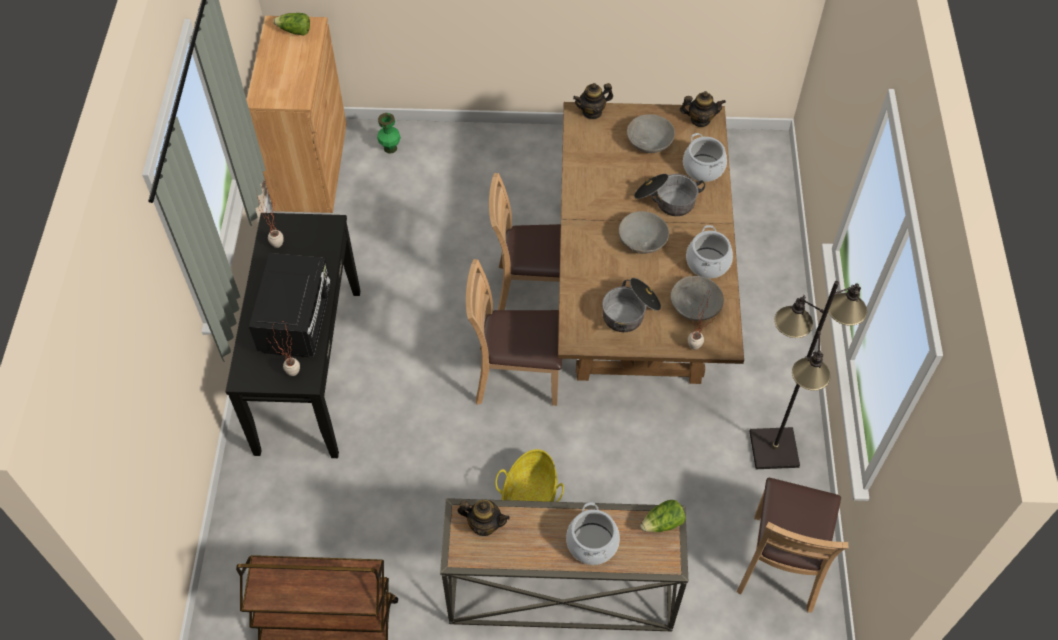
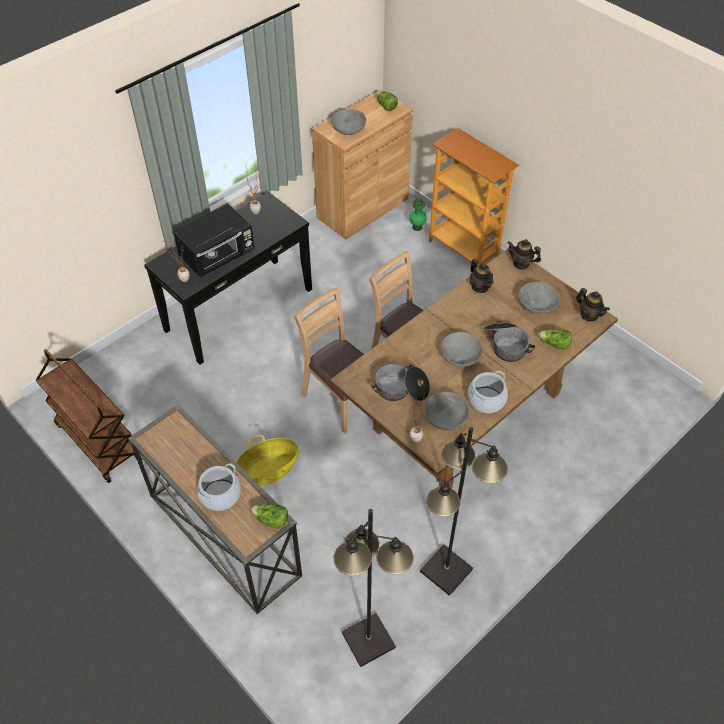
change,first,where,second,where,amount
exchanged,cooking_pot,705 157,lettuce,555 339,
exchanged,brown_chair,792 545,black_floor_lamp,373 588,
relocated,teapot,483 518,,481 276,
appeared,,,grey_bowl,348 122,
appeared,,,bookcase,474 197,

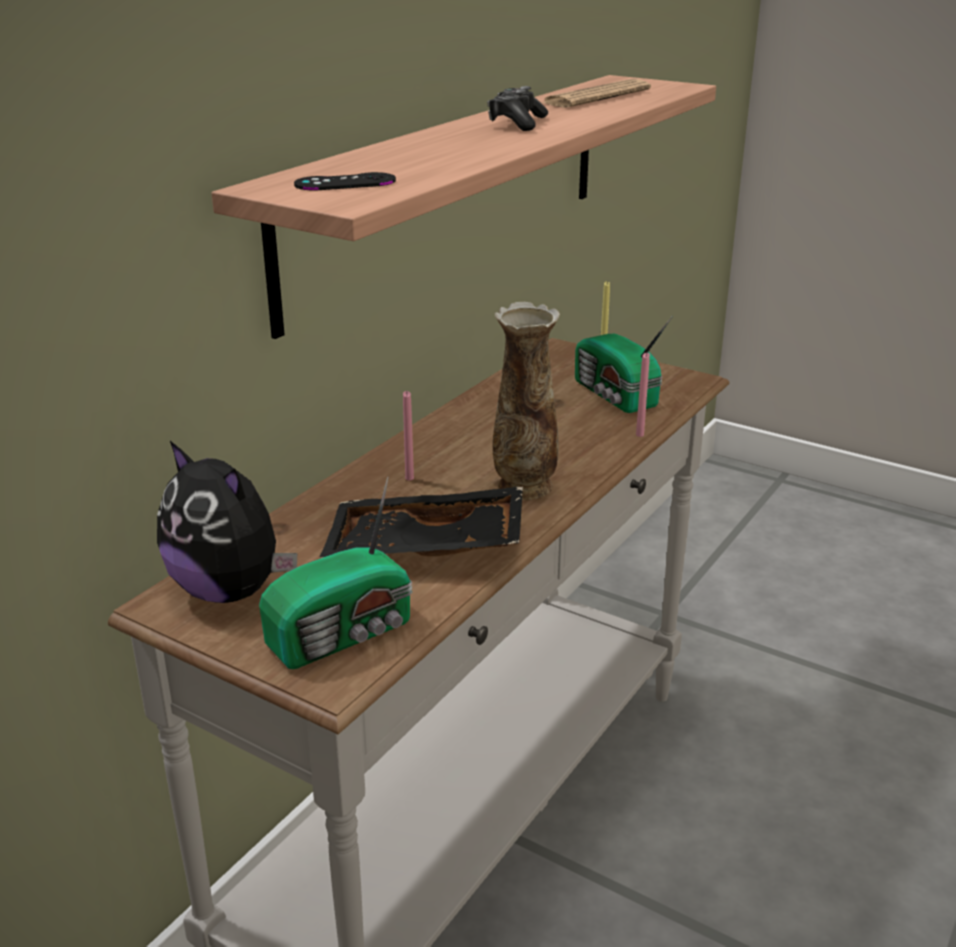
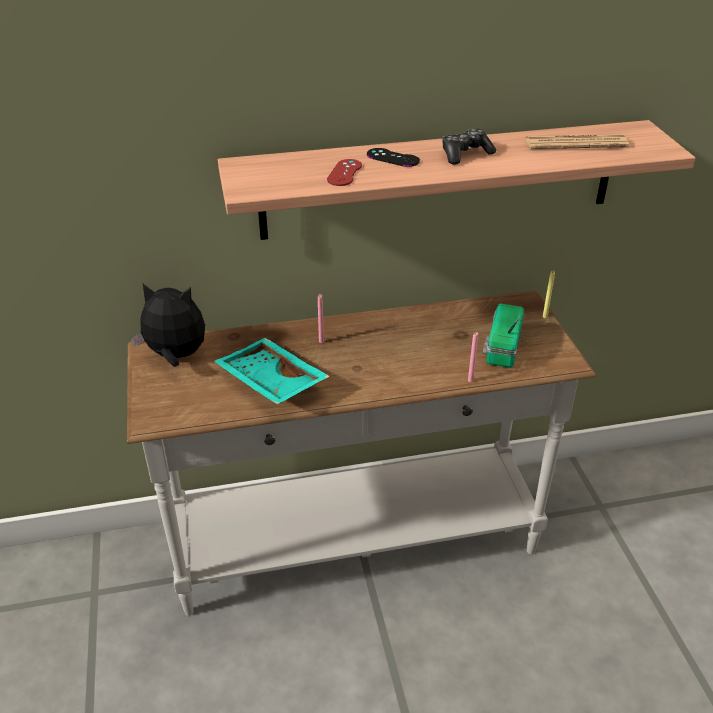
change,first,where,second,where,amount
relocated,black_game_controller,345 181,,393 157,
missing,vase,526 401,,,
spun,plush_toy,227 522,,167 325,105 degrees clockwise
missing,radio,335 572,,,
colour,black_tray,421 522,turquoise_tray,272 371,
appeared,,,red_game_controller,344 172,

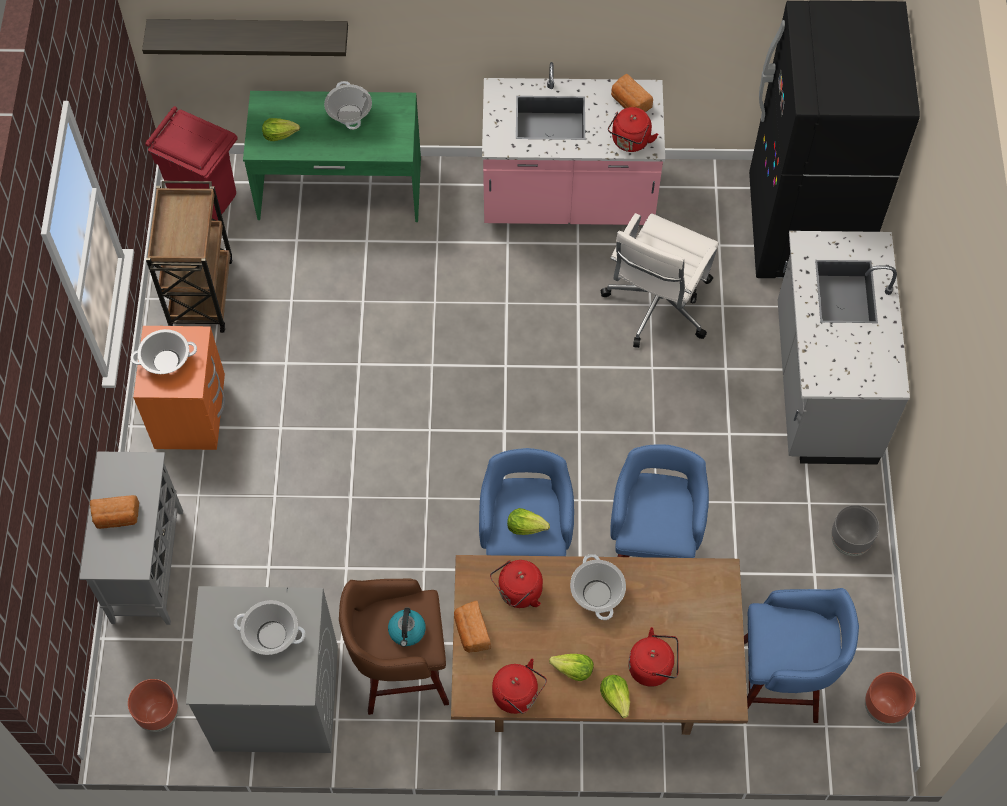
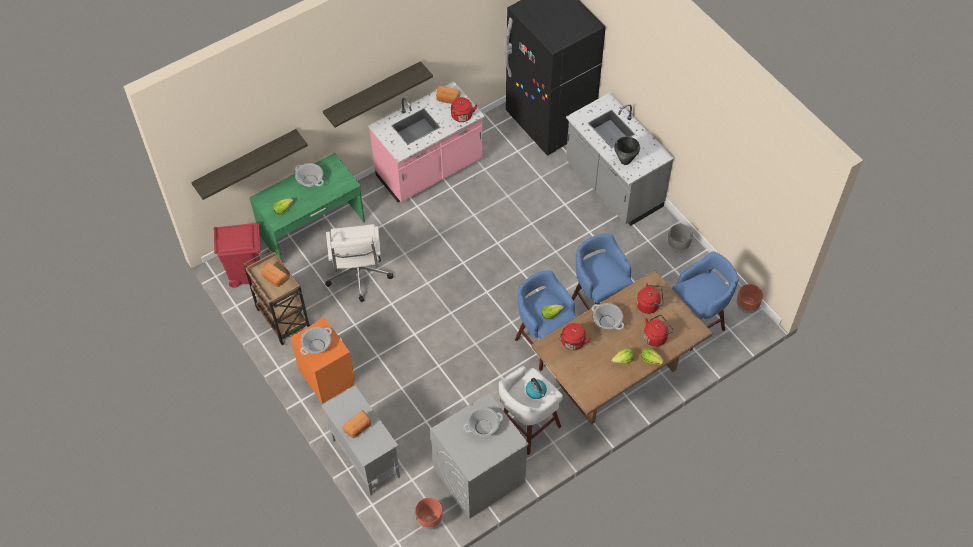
change,first,where,second,where,amount
relocated,white_office_chair,659 280,,359 263,
colour,brown_stool,394 646,white_stool,531 410,
relocated,bread,472 626,,274 274,
relocated,red_kettle,519 686,,650 298,
appeared,,,shelf,378 94,
appeared,,,black_cooking_pot,627 150,

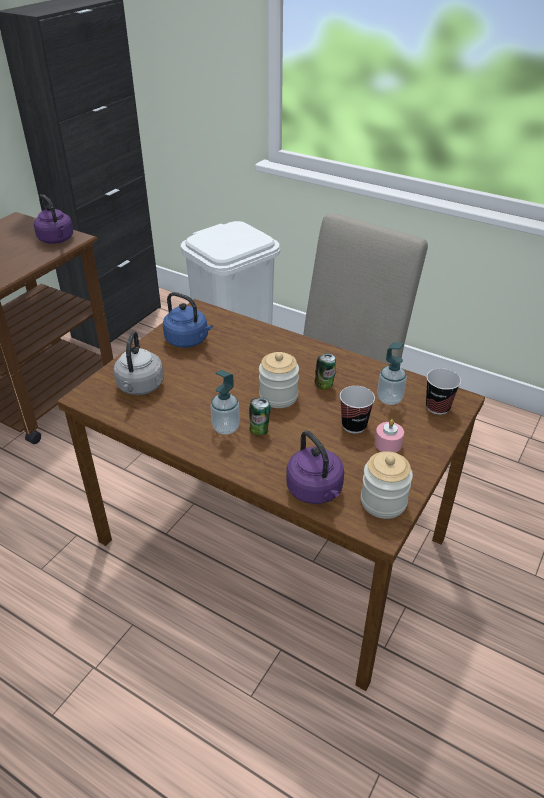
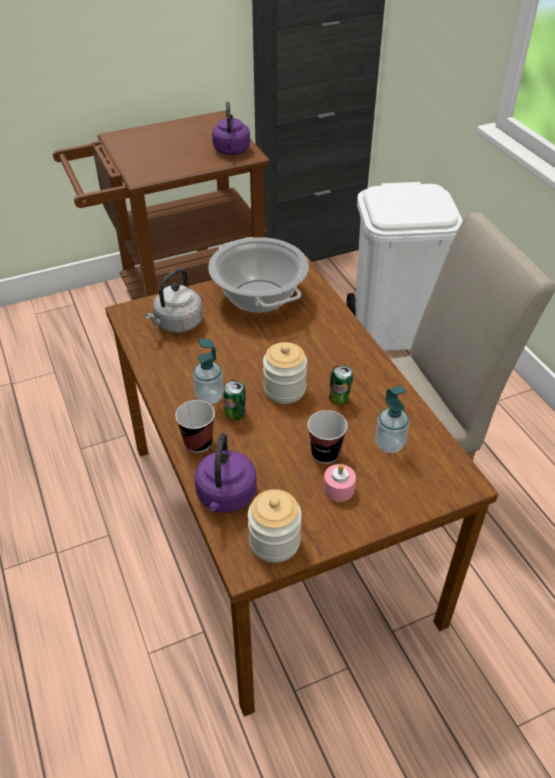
change,first,where,second,where,amount
exchanged,blue_kettle,187 320,cooking_pot,258 275,
relocated,cup,443 391,,195 426,

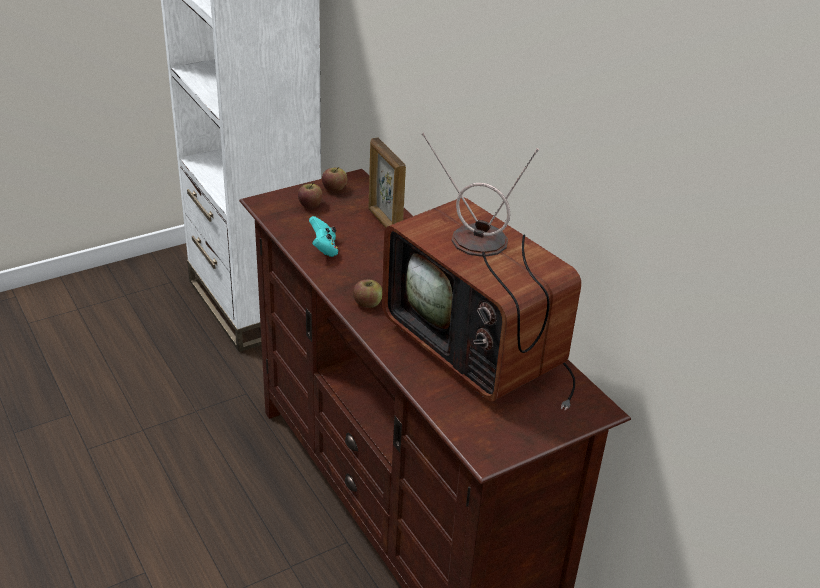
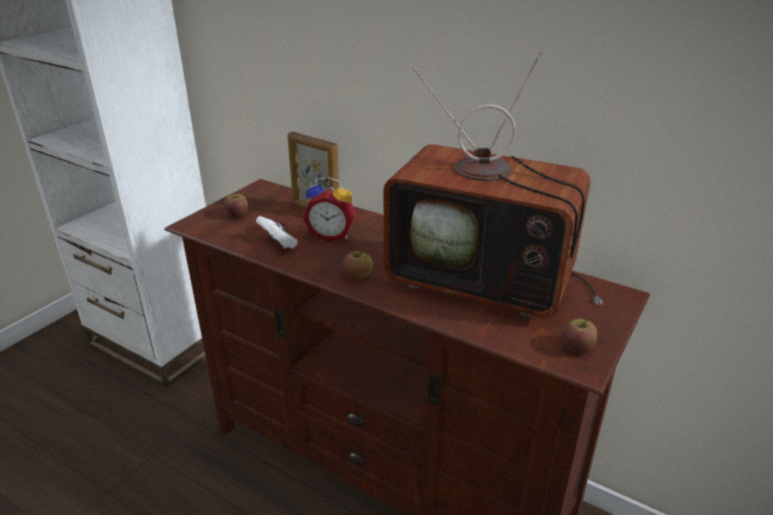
change,first,where,second,where,amount
relocated,apple,334 179,,580 336,
colour,turquoise_game_controller,323 236,white_game_controller,277 232,
appeared,,,alarm_clock,329 209,

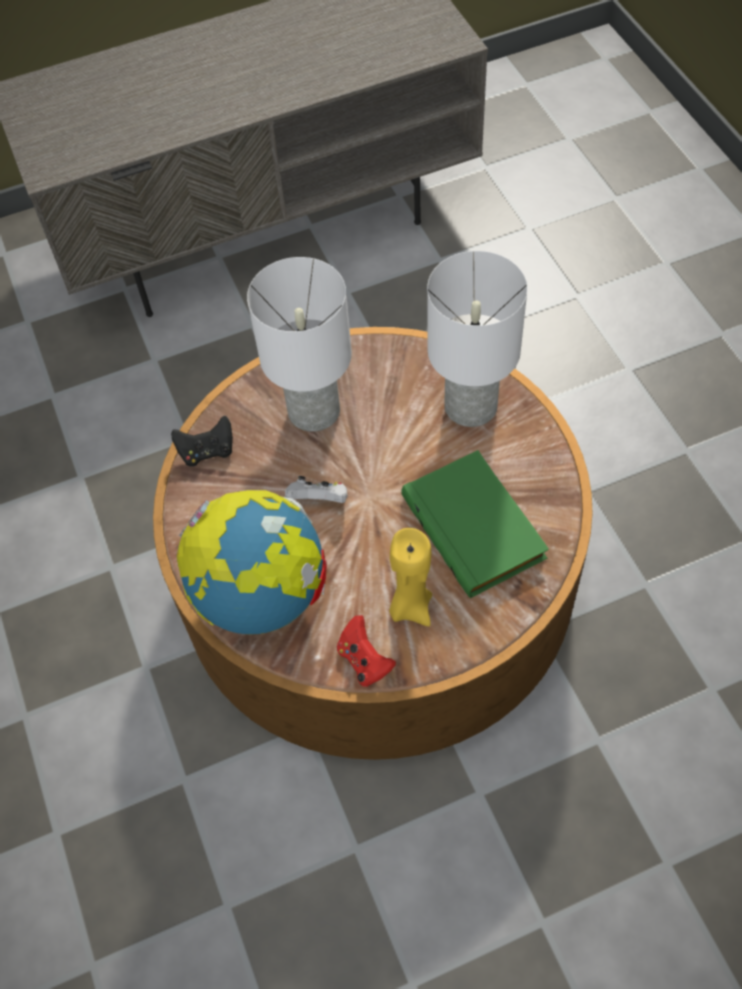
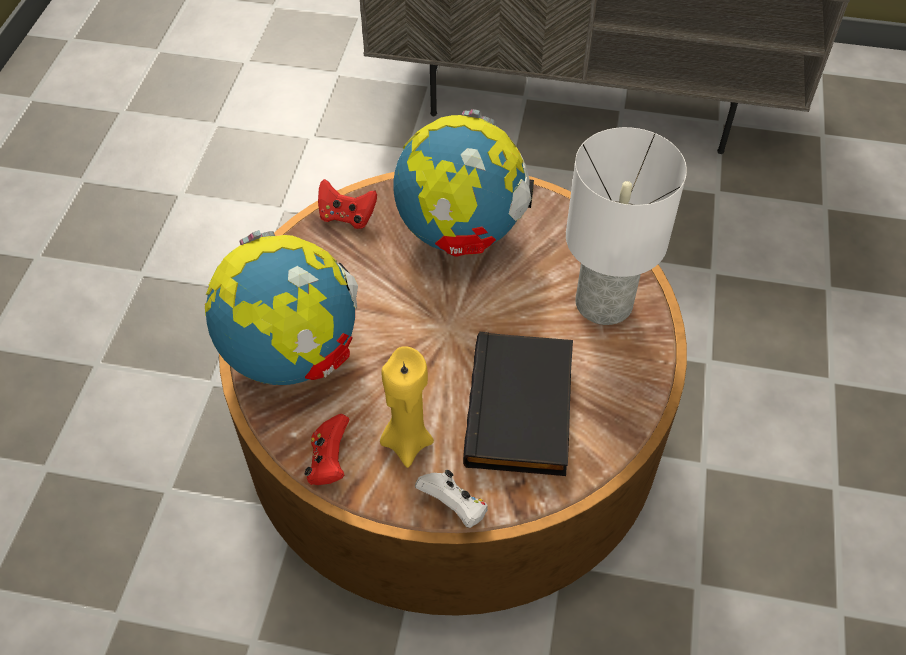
change,first,where,second,where,amount
exchanged,white_table_lamp,299 344,globe,463 183,
colour,black_game_controller,202 441,red_game_controller,347 204,
colour,green_book,475 524,black_book,518 404,
relocated,white_game_controller,316 489,,451 499,

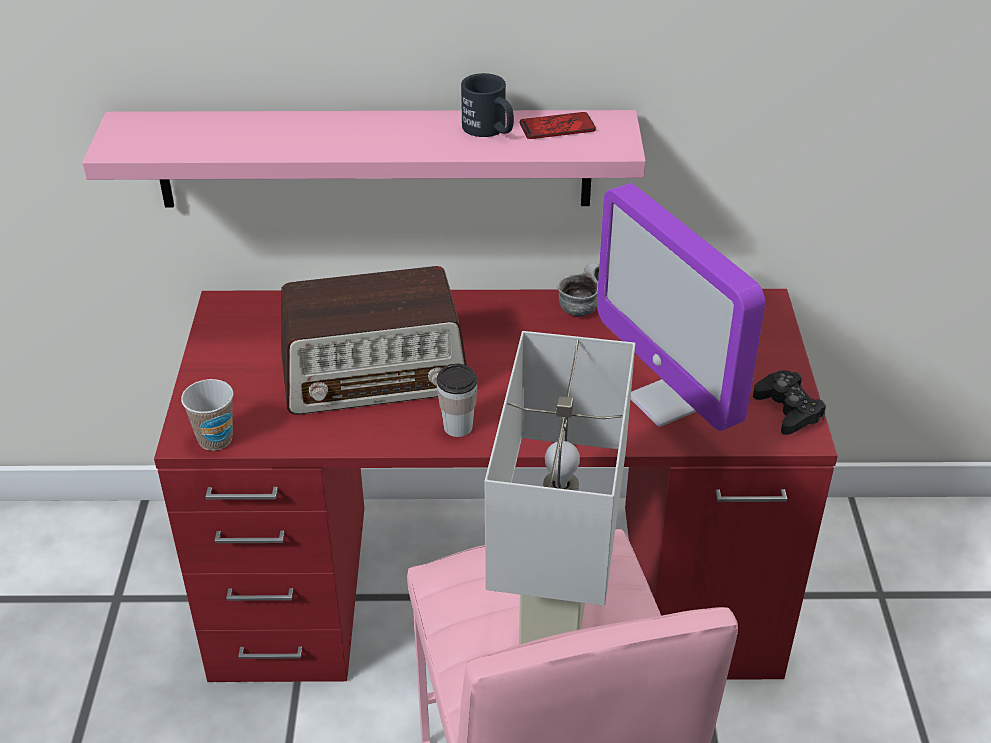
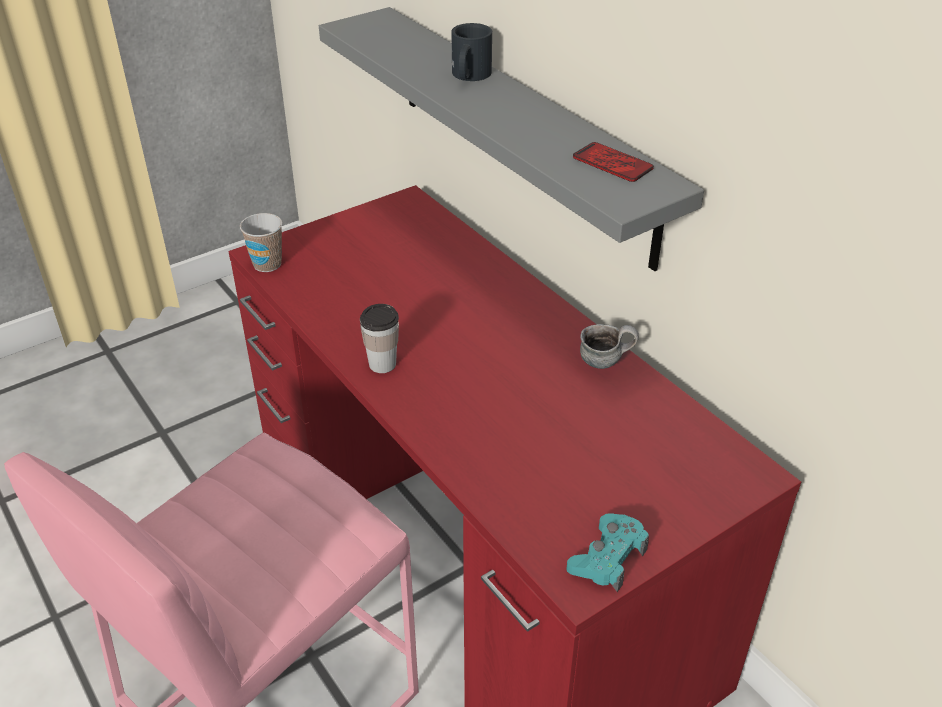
change,first,where,second,where,amount
relocated,black_mug,487 105,,471 52,
colour,pink_shelf,364 159,grey_shelf,511 139,
missing,monitor,681 307,,,
missing,radio,374 340,,,
missing,white_table_lamp,560 487,,,
colour,black_game_controller,789 402,turquoise_game_controller,607 552,

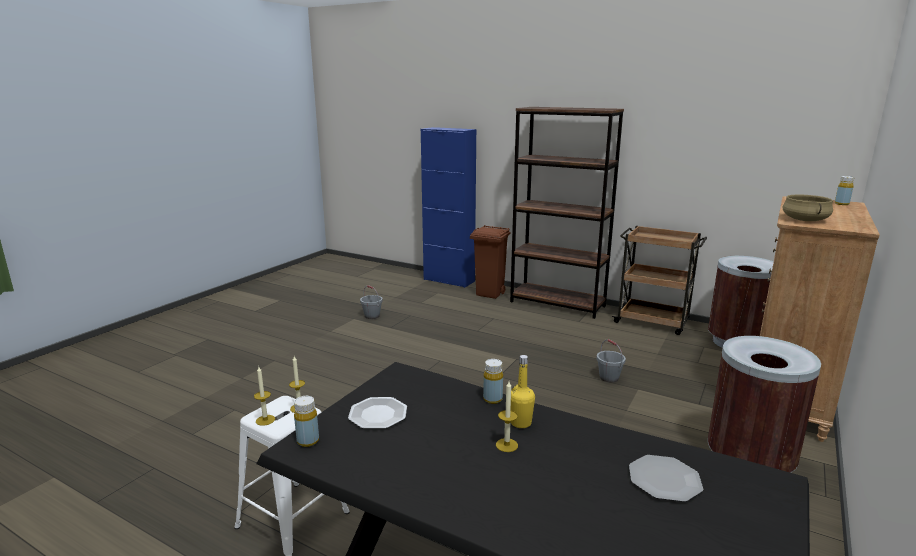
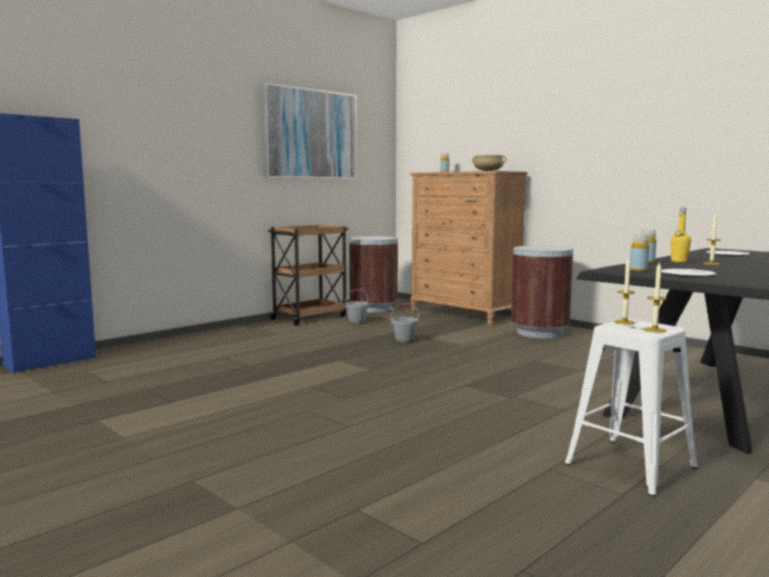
change,first,where,second,where,amount
missing,brown_bookcase,567 213,,,
missing,brown_trash_can,490 262,,,
relocated,grey_bucket,371 302,,357 306,
relocated,yellow_bottle,306 421,,639 253,
appeared,,,picture,309 130,

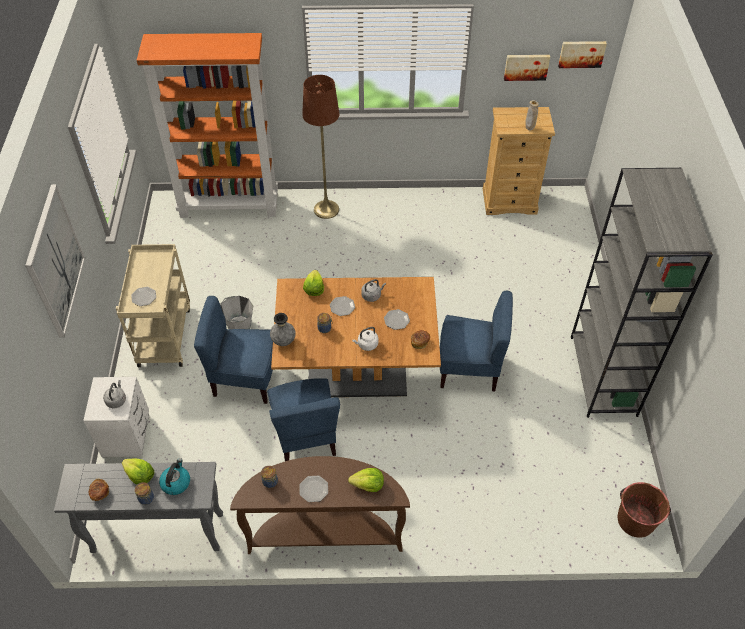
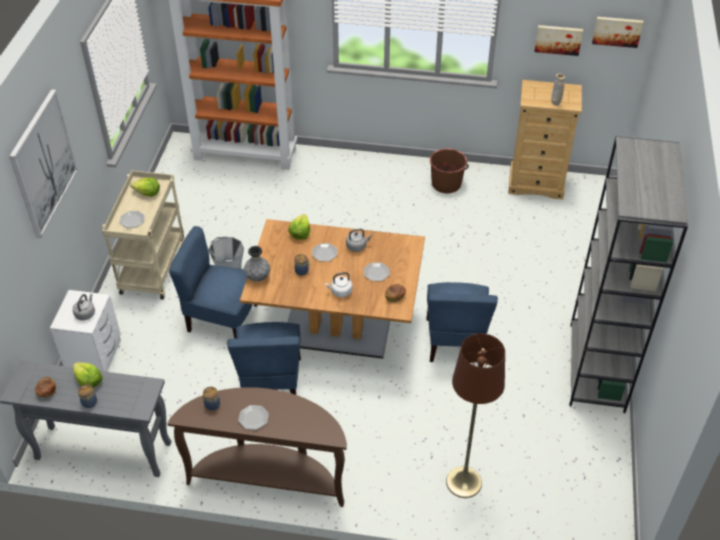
change,first,where,second,where,amount
relocated,brown_floor_lamp,321 147,,475 415,
spun,blue_chair,476 341,,462 322,75 degrees clockwise
missing,kettle,174 476,,,
relocated,lettuce,366 480,,145 187,
relocated,brown_bucket,644 510,,449 171,

